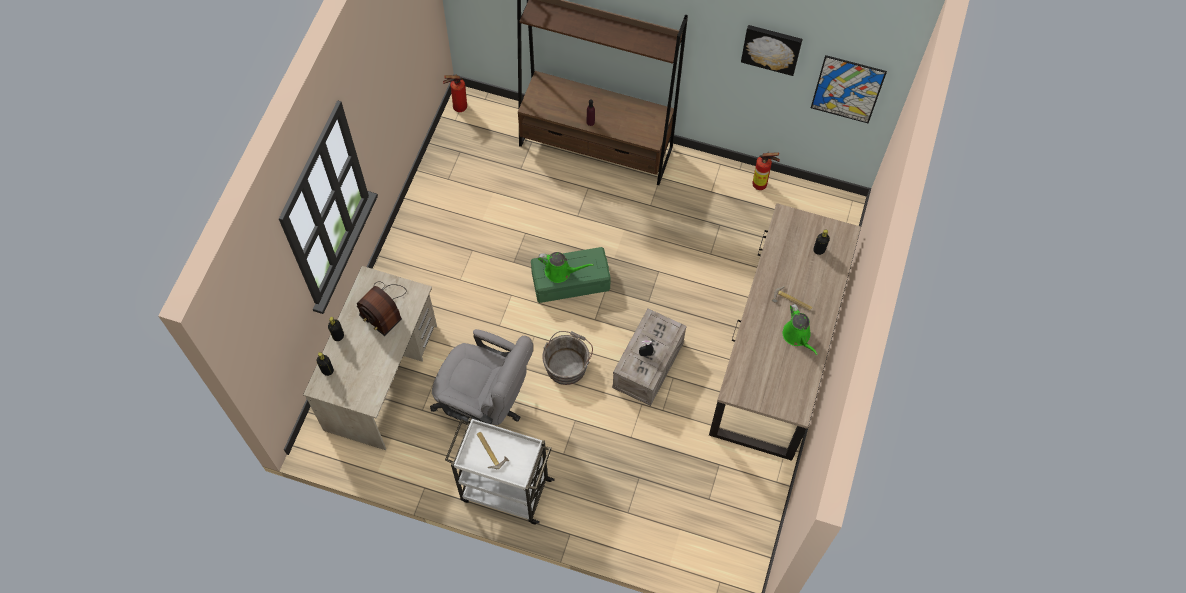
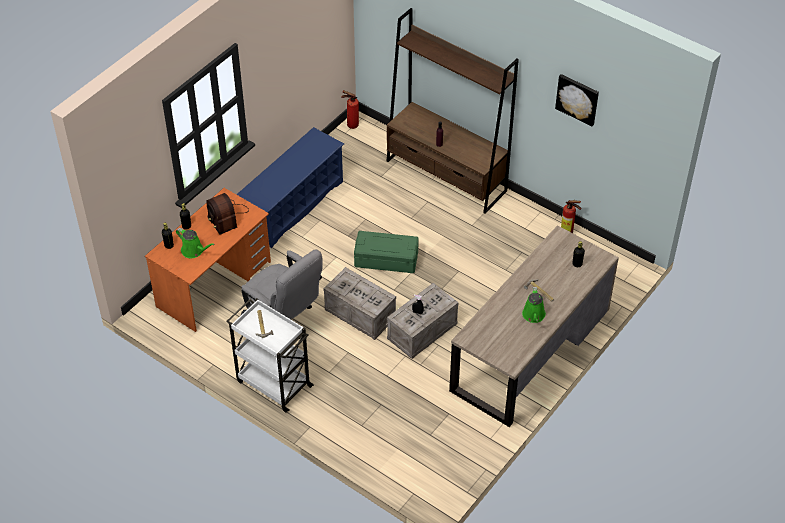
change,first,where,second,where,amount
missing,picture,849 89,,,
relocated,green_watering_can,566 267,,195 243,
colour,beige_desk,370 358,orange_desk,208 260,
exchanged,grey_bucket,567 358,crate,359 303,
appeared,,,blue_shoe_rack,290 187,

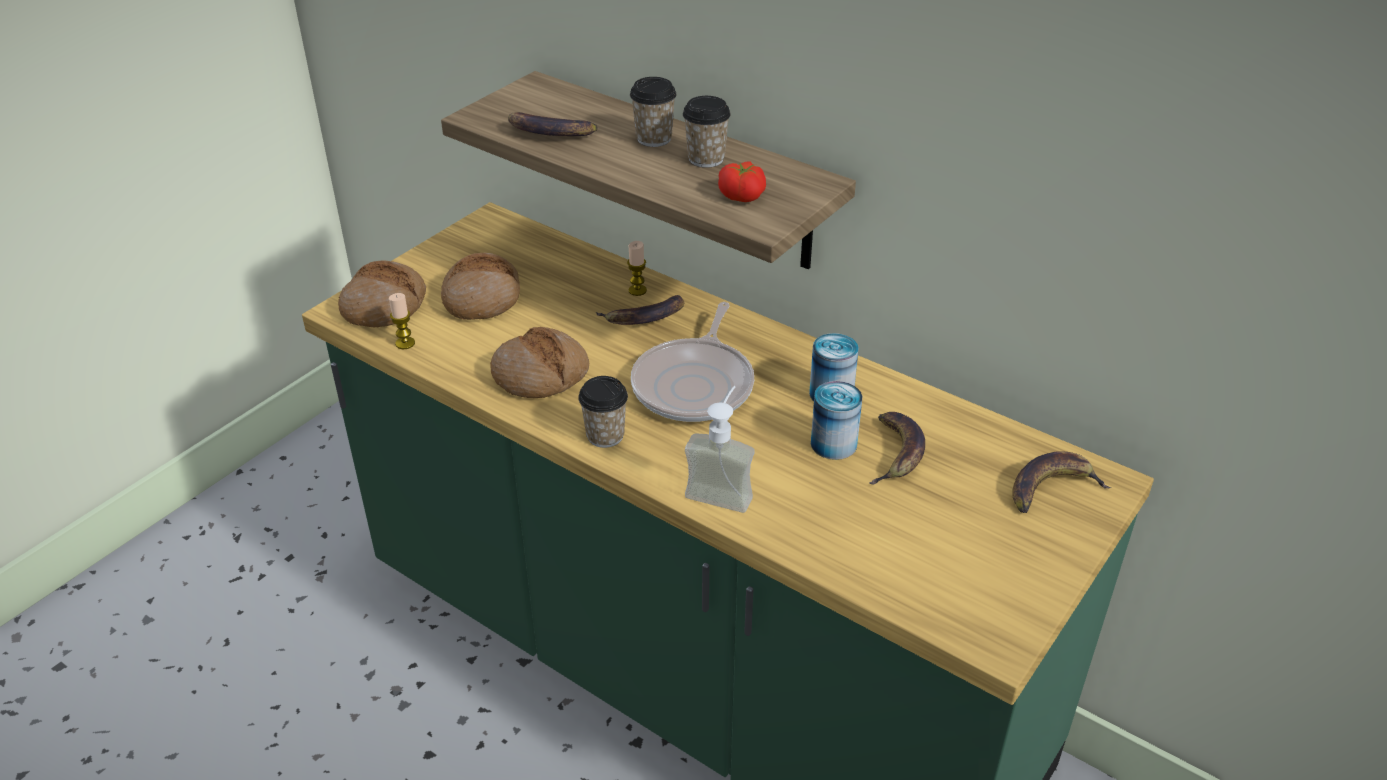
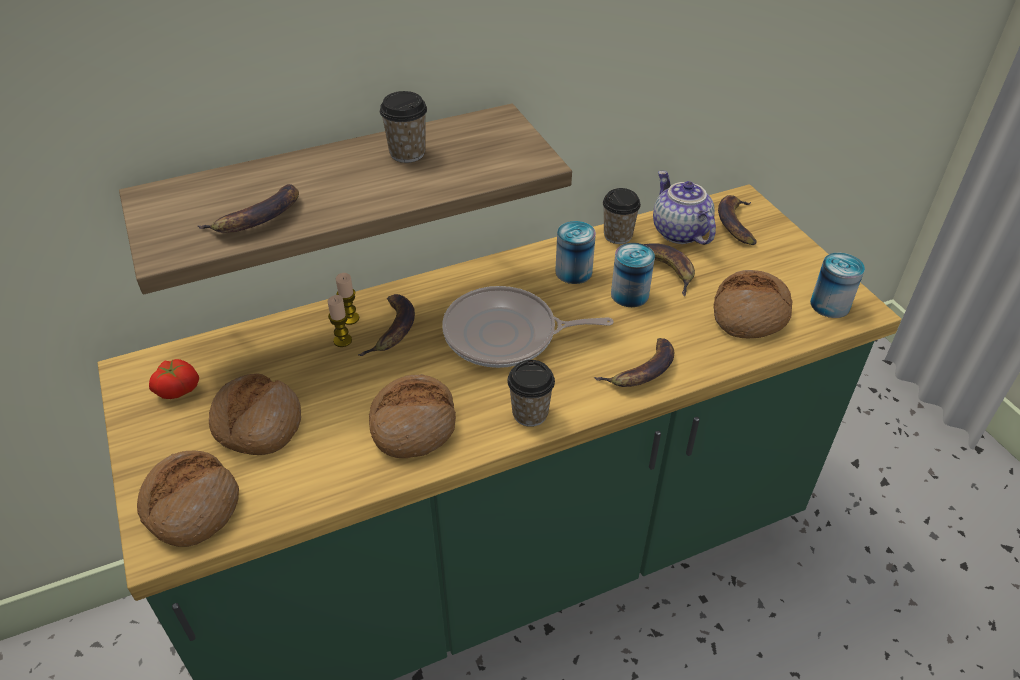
change,first,where,second,where,amount
relocated,cup,653 112,,622 216,
relocated,tomato,742 181,,174 379,
relocated,candle,402 321,,339 321,
spun,frying_pan,692 362,,528 327,135 degrees clockwise
exchanged,soap_dispenser,720 449,banana,634 362,
appeared,,,teapot,684 208,
appeared,,,can,837 285,
appeared,,,bread,753 304,

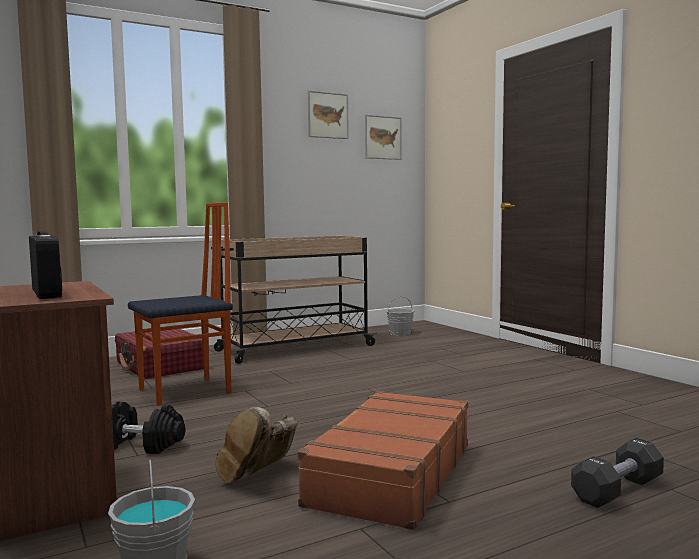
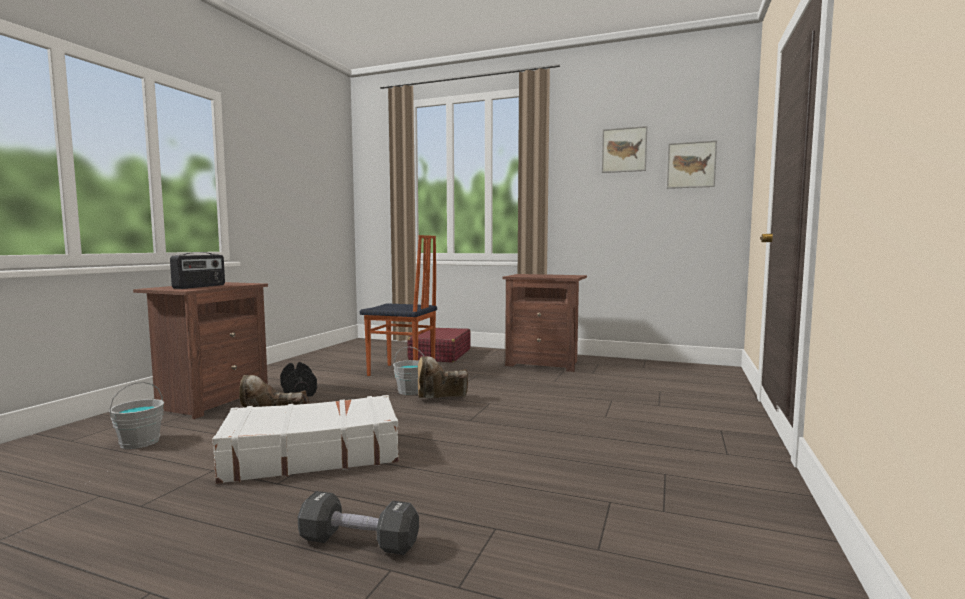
change,first,where,second,where,amount
exchanged,beige_cart,294 300,brown_nightstand,545 323,
relocated,grey_bucket,400 316,,408 371,
colour,brown_suitcase,382 460,white_suitcase,305 439,
appeared,,,brown_boot,443 377,

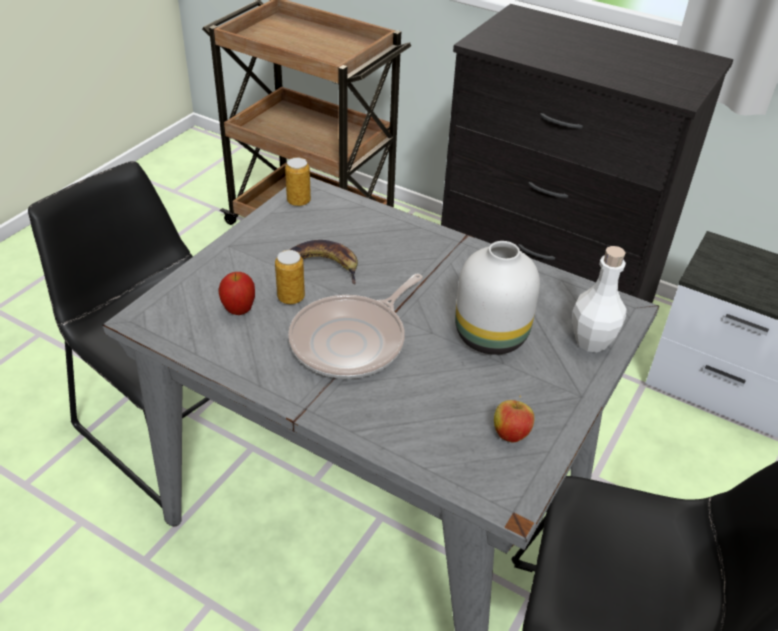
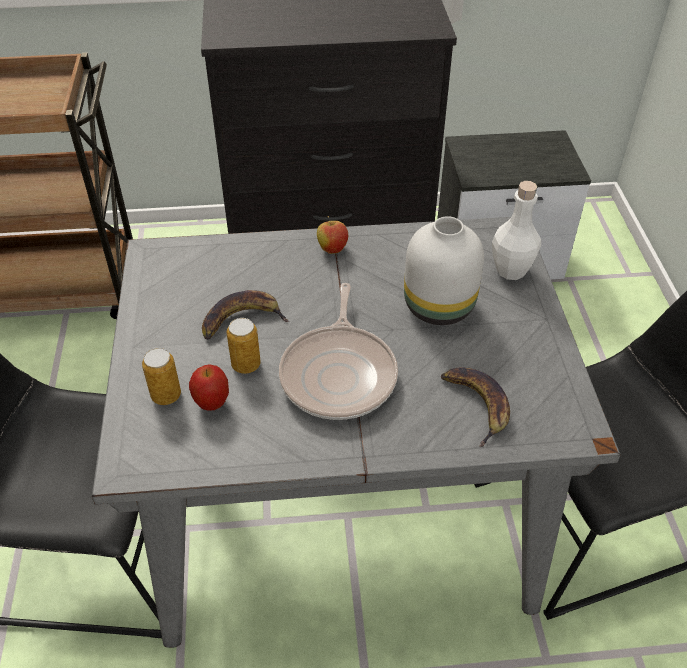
change,first,where,second,where,amount
relocated,can,298 182,,161 376,
relocated,apple,514 418,,332 235,
appeared,,,banana,475 407,

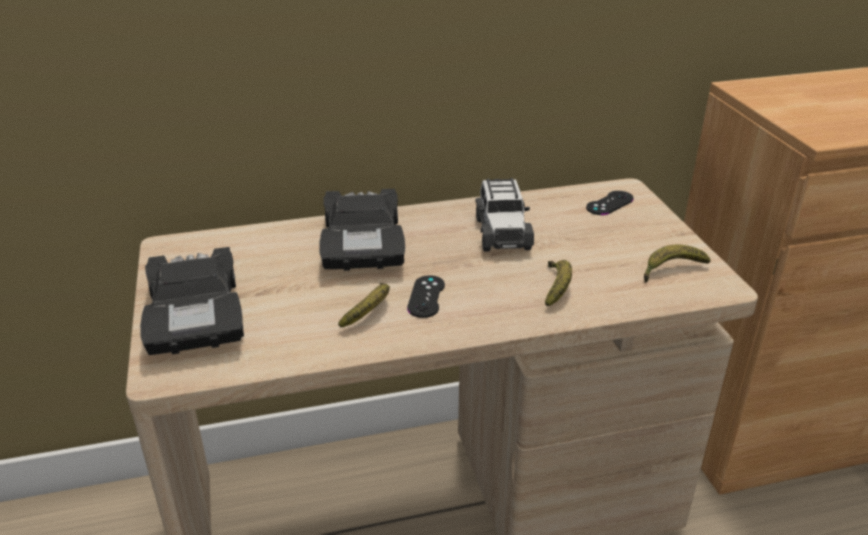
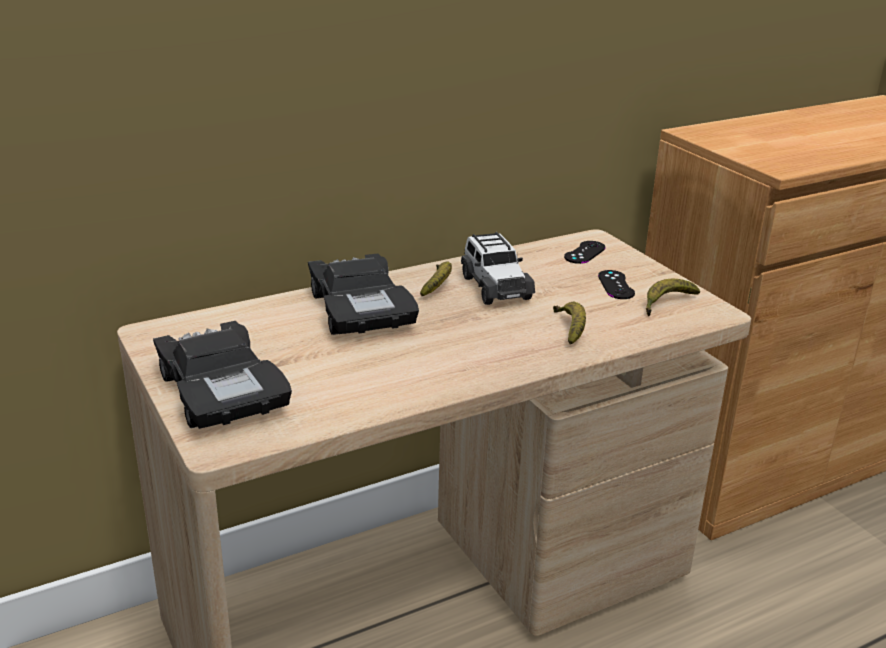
change,first,where,second,where,amount
relocated,black_game_controller,426 296,,616 284,
relocated,banana,364 305,,436 278,

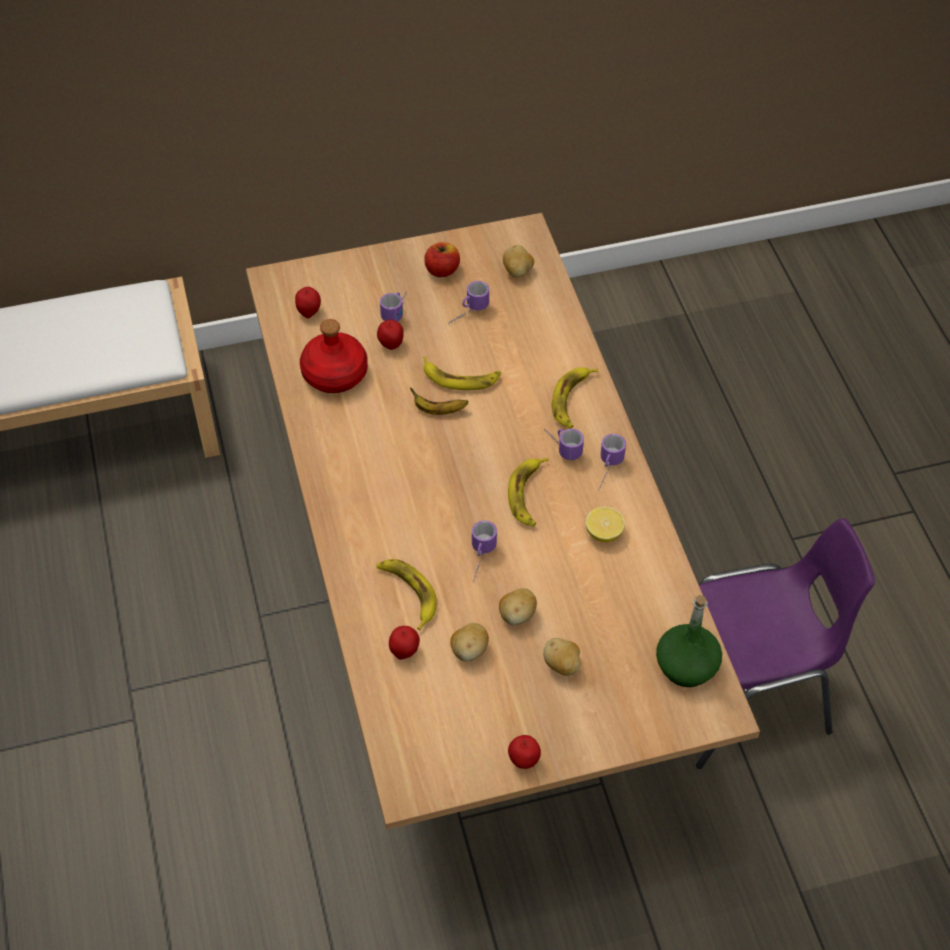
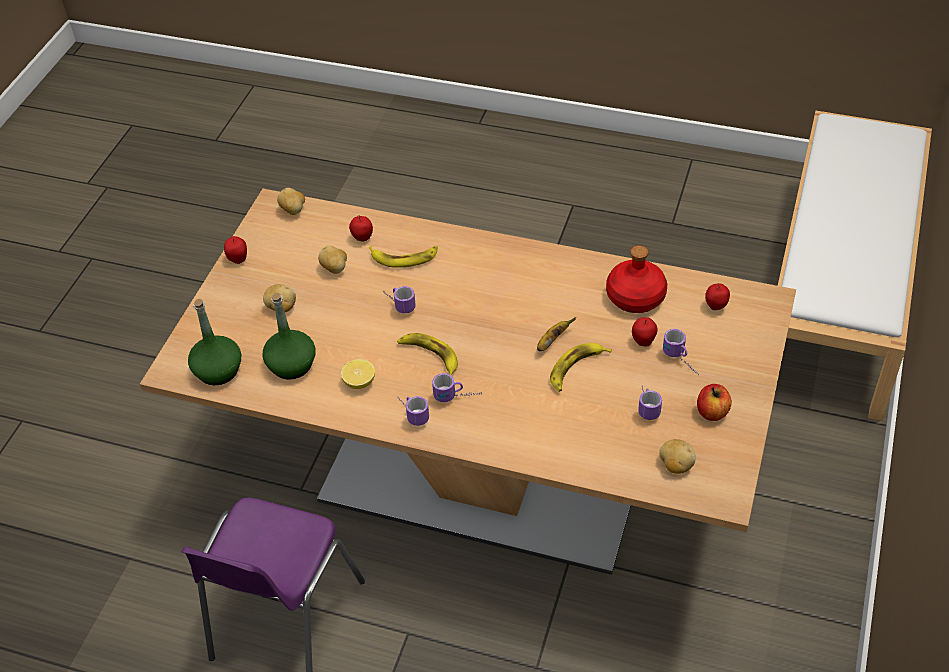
change,first,where,second,where,amount
missing,banana,575 398,,,
relocated,potato,518 606,,291 201,
appeared,,,green_bottle,289 336,

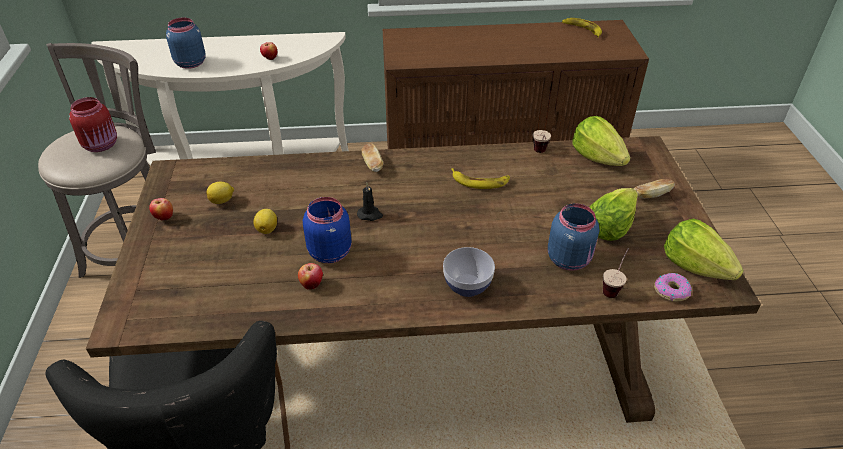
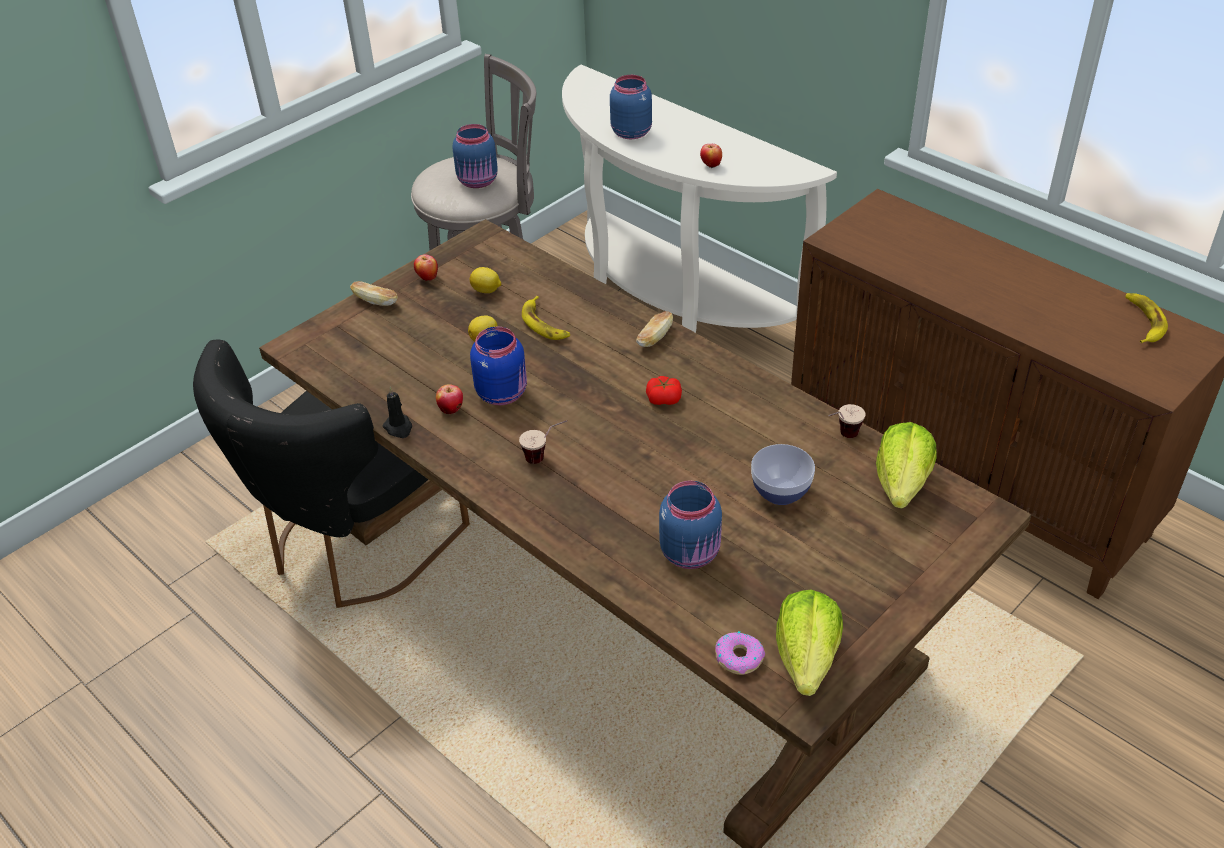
change,first,where,second,where,amount
colour,red_jar,93 124,blue_jar,475 156,
relocated,banana,480 178,,546 318,
relocated,bread,654 189,,374 293,
relocated,black_candle,370 202,,397 412,
missing,lettuce,613 214,,,
relocated,bowl,469 272,,783 474,
relocated,cup,616 273,,543 442,
appeared,,,tomato,664 390,

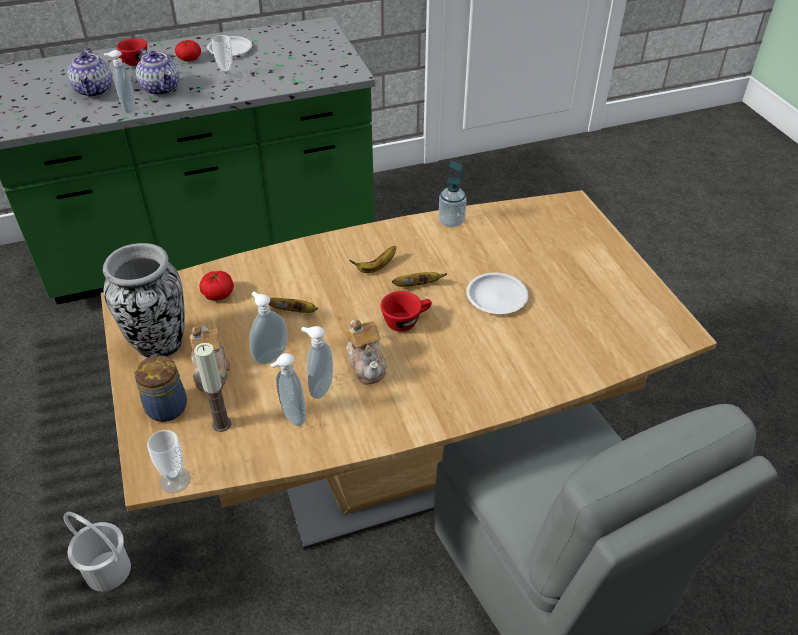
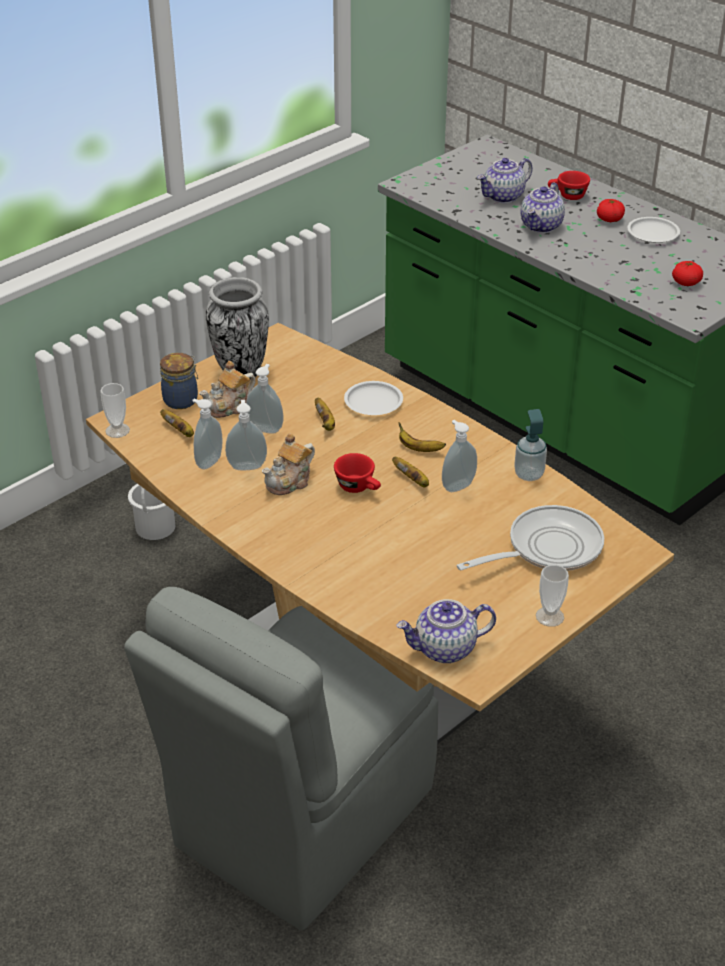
change,first,where,second,where,amount
relocated,cup,224 58,,552 596,
relocated,soap_dispenser,119 81,,459 456,
relocated,tomato,217 285,,687 273,
relocated,white_plate,497 293,,373 398,
exchanged,candle,213 387,banana,177 423,
appeared,,,frying_pan,530 538,
appeared,,,teapot,446 631,

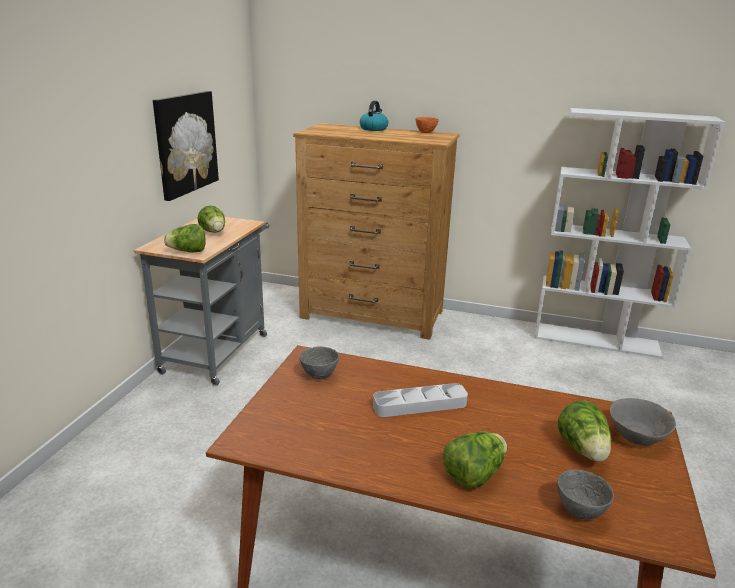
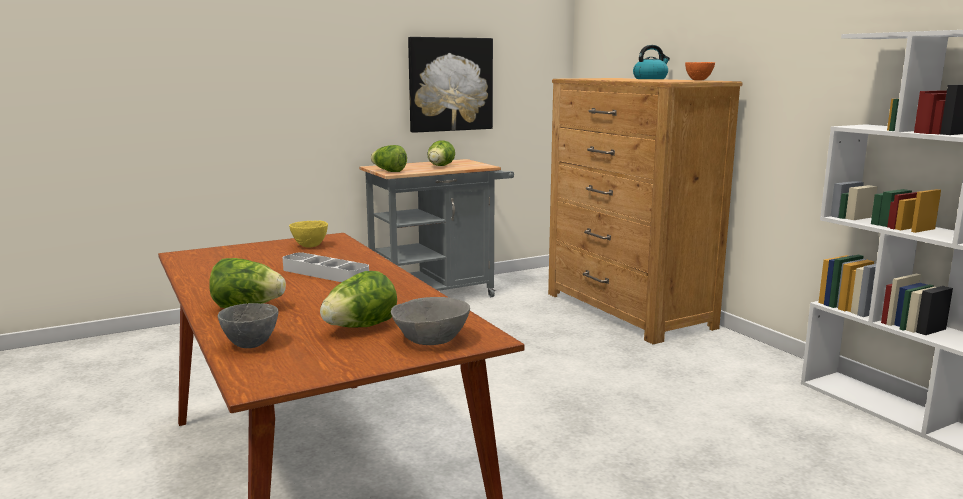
change,first,where,second,where,amount
colour,grey_bowl,319 362,yellow_bowl,308 234,

